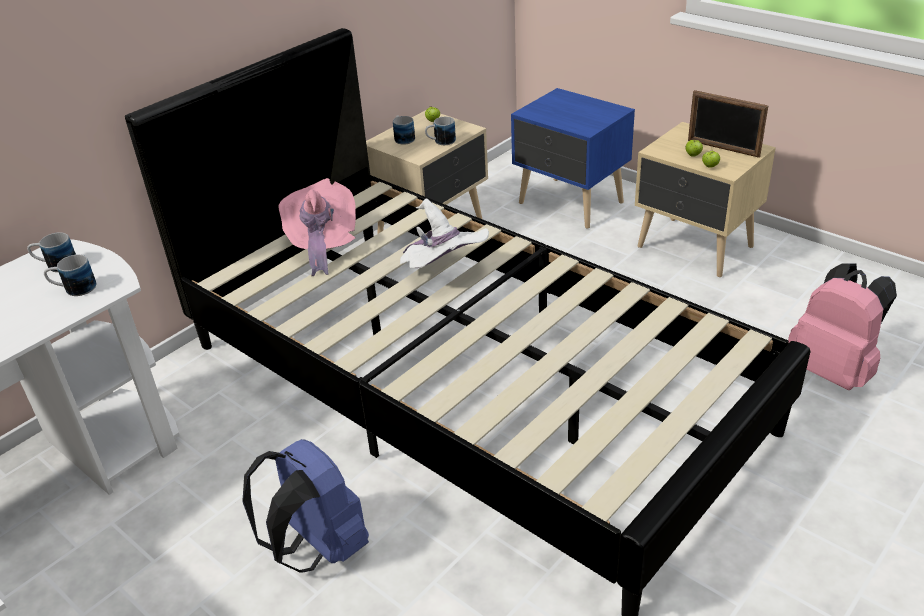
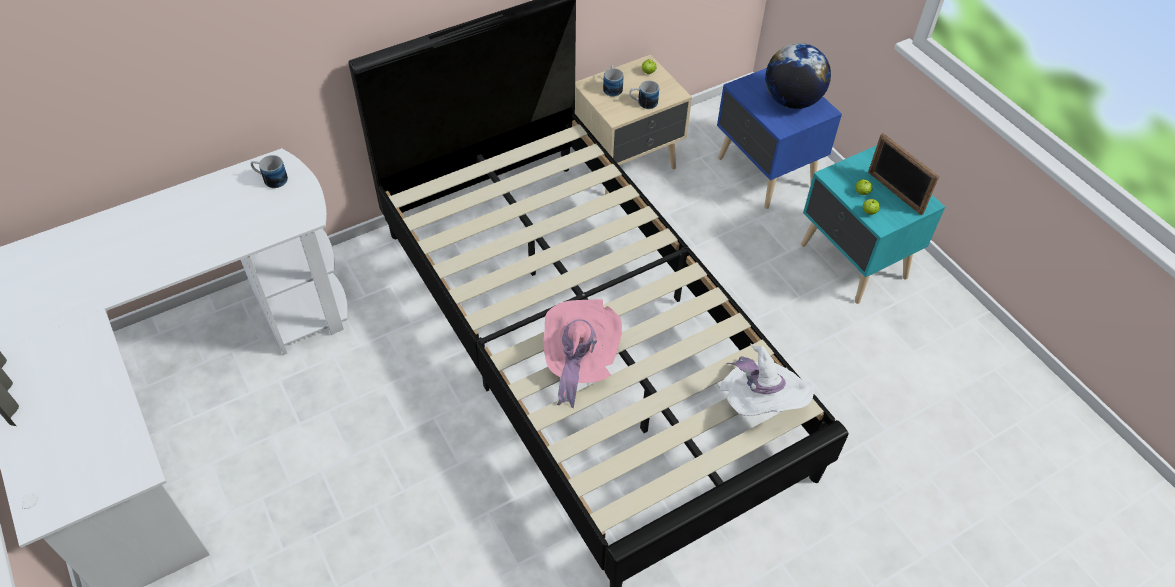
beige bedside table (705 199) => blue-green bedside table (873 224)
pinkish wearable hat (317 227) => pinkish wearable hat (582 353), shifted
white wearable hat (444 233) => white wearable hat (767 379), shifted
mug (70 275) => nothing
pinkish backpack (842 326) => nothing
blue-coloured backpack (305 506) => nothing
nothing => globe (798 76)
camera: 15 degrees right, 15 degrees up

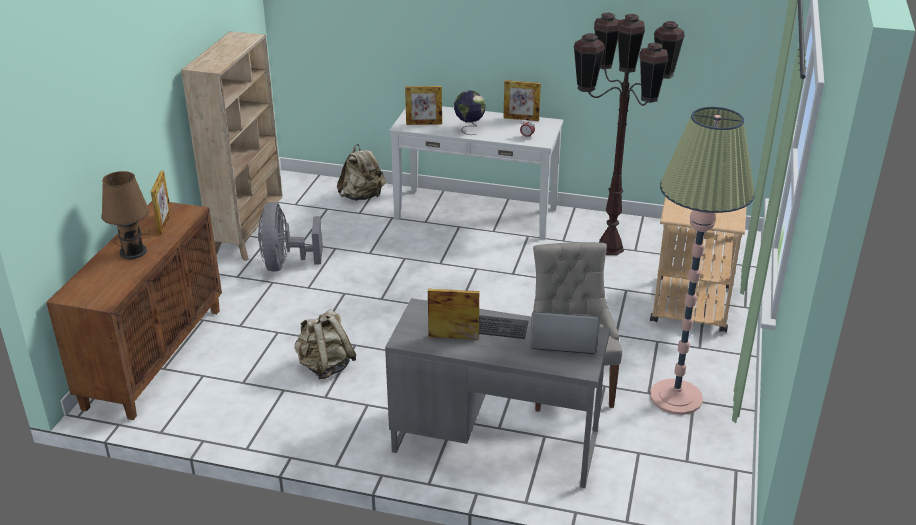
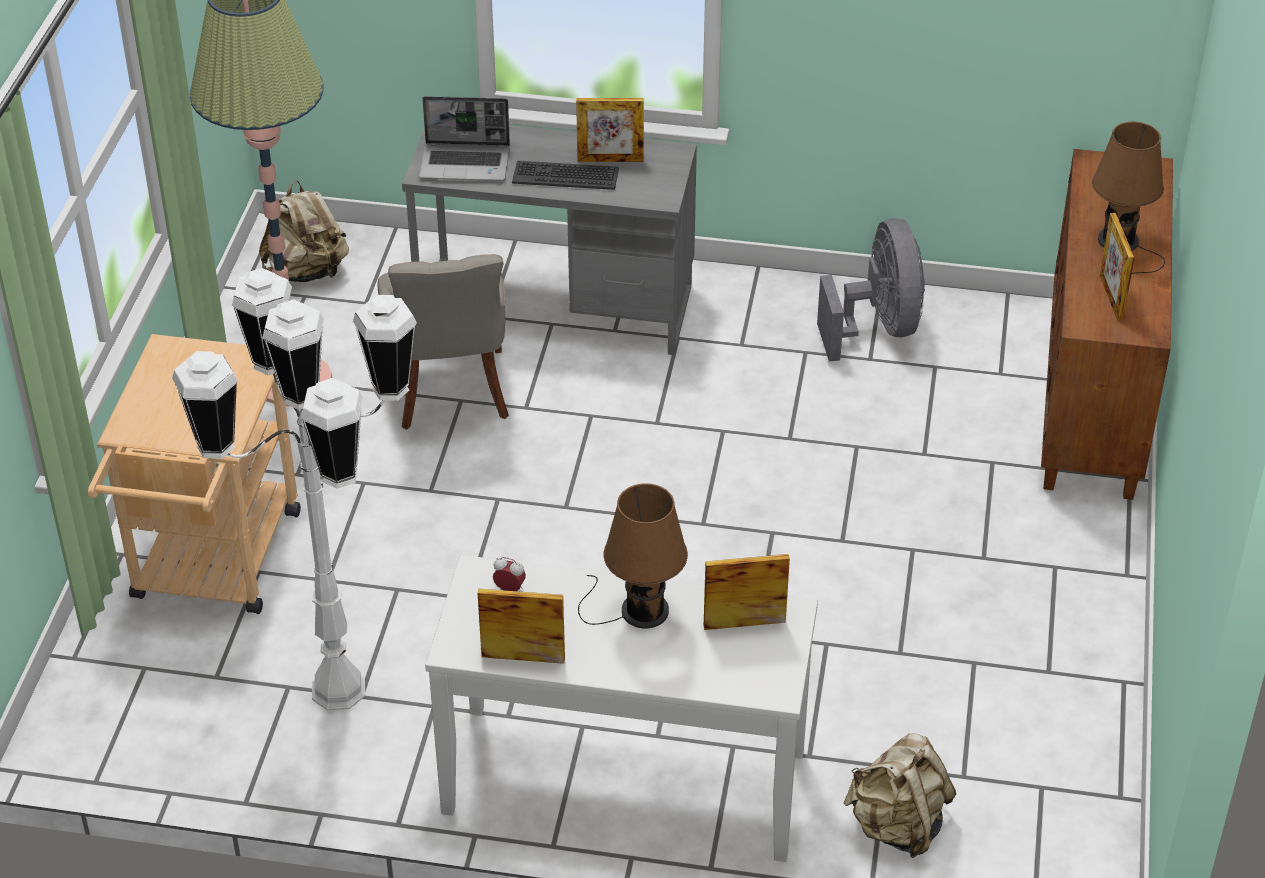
brown-coloured standing lamp (629 133) => white standing lamp (294 489)
beige bookcase (232 146) => nothing
globe (470 113) => brown-coloured tabletop lamp (633 555)
greyish cooling fan (290 237) => greyish cooling fan (871 289), shifted
beige backpack (325 344) => beige backpack (304 231), shifted
camera: 175 degrees right, 10 degrees up

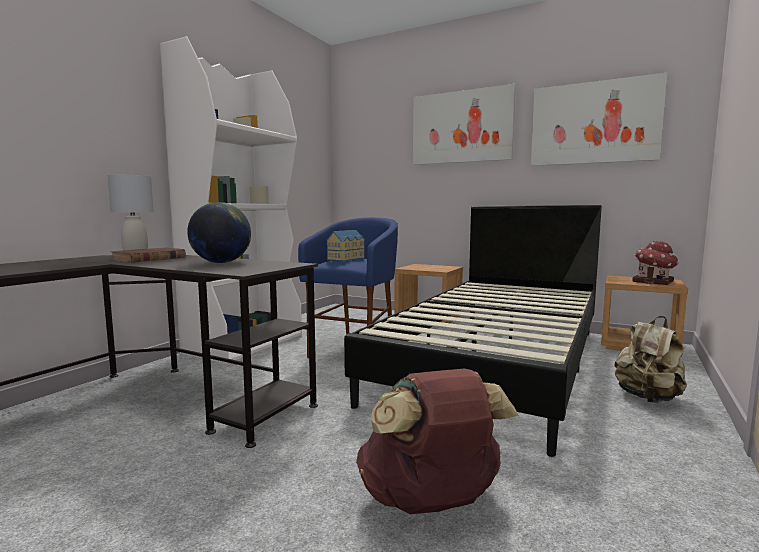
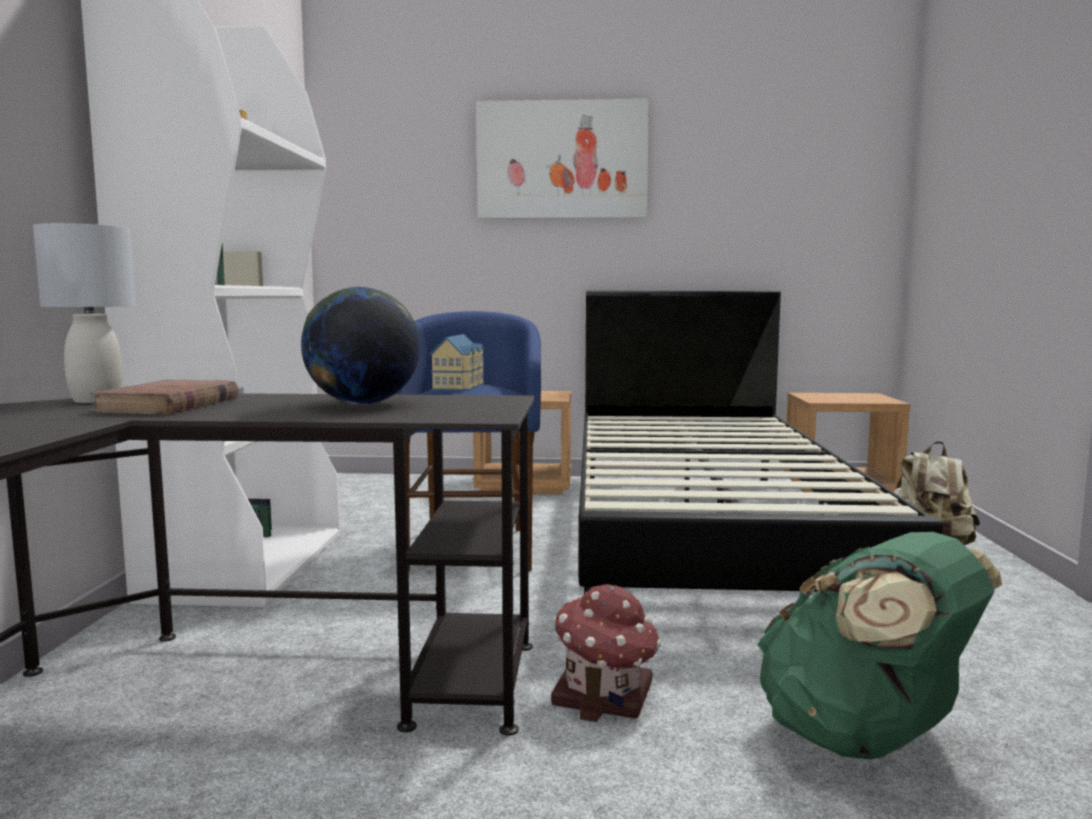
picture (599 119) => nothing
miniature house (655 263) => miniature house (606 653), shifted
brown-coloured backpack (437 441) => green-coloured backpack (880 645)
camera: 25 degrees left, 0 degrees up

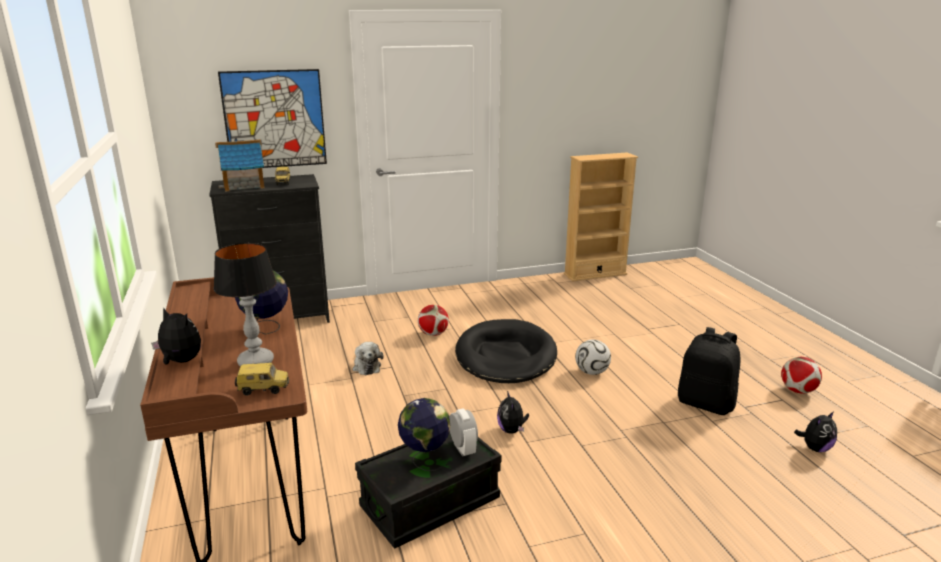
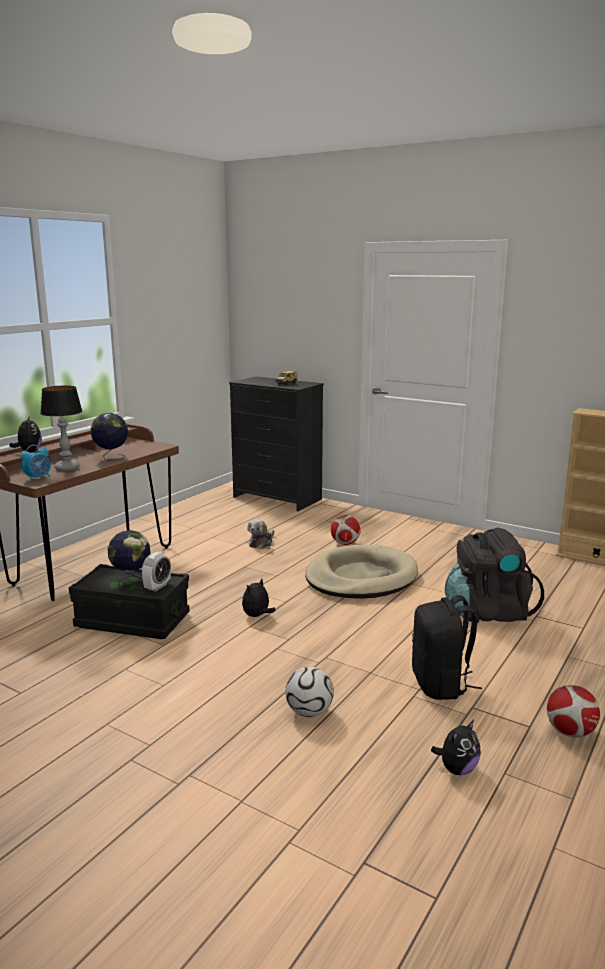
picture (272 118) => nothing
miniature house (240 165) => nothing
black dog bed (506 351) => beige dog bed (361 572)
football ball (593 357) => football ball (309 692), shifted
model car (262 379) => table clock (36 463)
plush toy (815 432) => plush toy (456 747), 60 degrees counterclockwise
nothing => black backpack (494 575)
camera: 50 degrees right, 5 degrees down

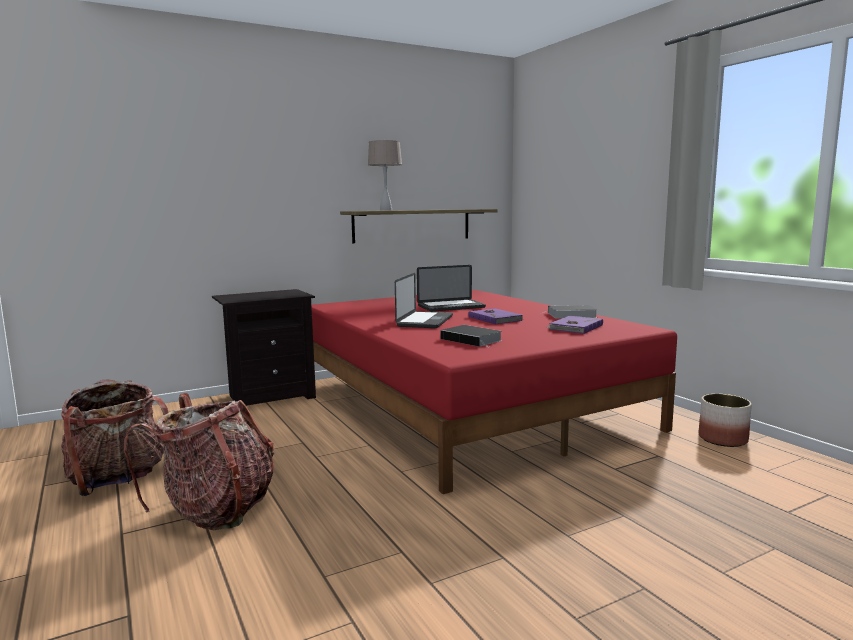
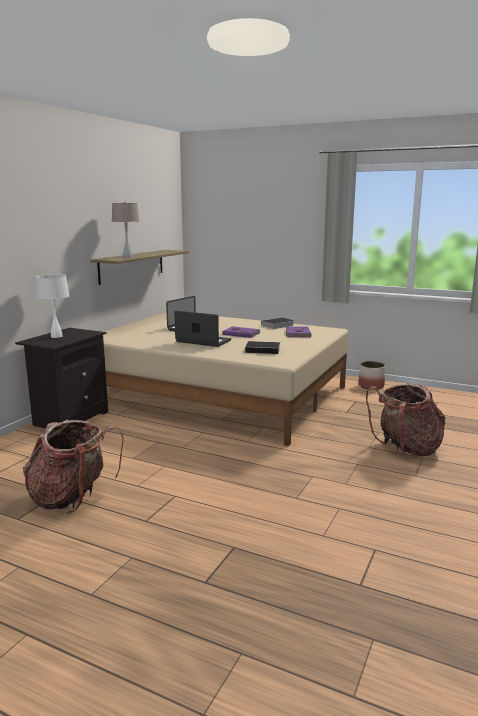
portable computer (424 300) => portable computer (202 329), 45 degrees counterclockwise
red bedroom bed (494 392) => beige bedroom bed (225 379)
backpack (199 461) => backpack (405 419), shifted
nothing => white tabletop lamp (53 306)
camera: 35 degrees left, 5 degrees up

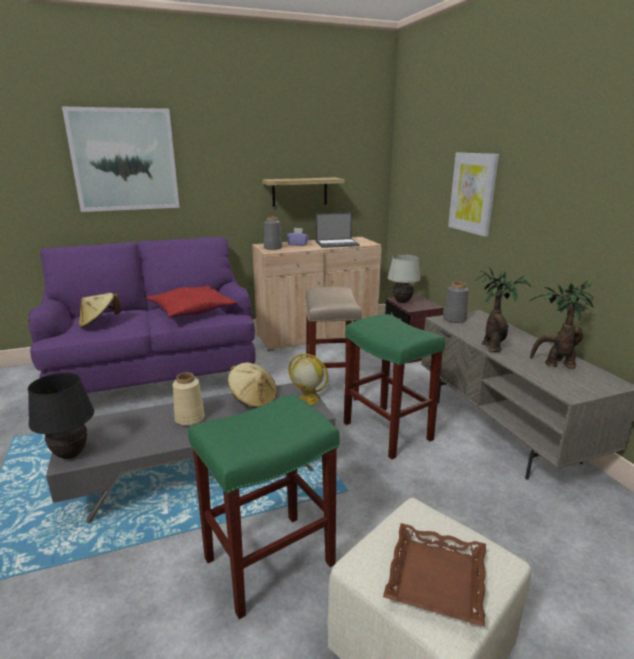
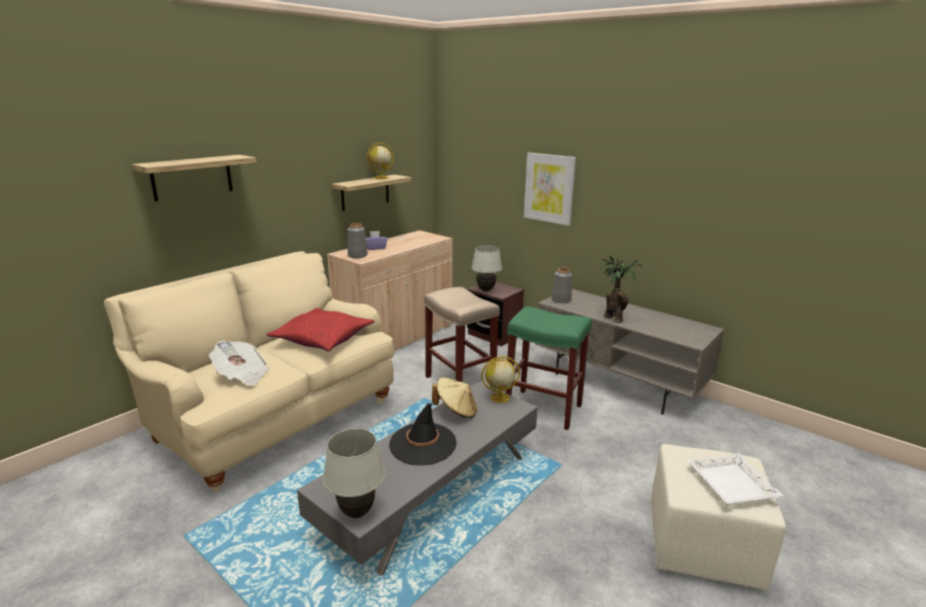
picture (121 159) => shelf (194 178)
portable computer (337 230) => nothing
purple couch (142 315) => beige couch (249 371)
potted plant (561 324) => nothing
beige wearable hat (100 310) => newspaper (239 363)
beige decorative vase (189 399) => black wearable hat (423 434)
black tabletop lamp (61 416) => white tabletop lamp (354 473)
green-coloured stool seat (263 506) => nothing
brown-coloured carrying tray (434 575) => white carrying tray (736 479)
nothing => globe (380 161)
camera: 30 degrees left, 0 degrees up

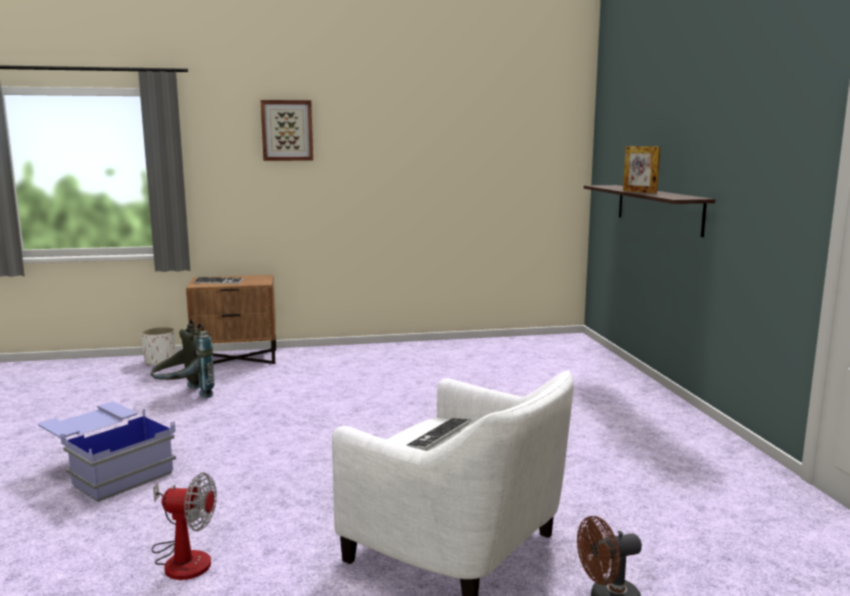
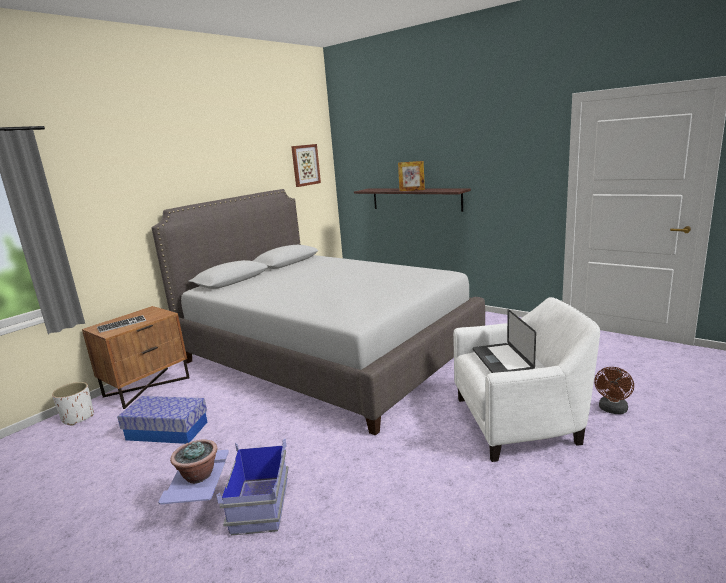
picture (287 130) => picture (306 165), shifted
greyish backpack (182 358) => storage bin (162 420)
PC keyboard (438 434) => portable computer (504 341)
cooling fan (184 526) => nothing
nothing => greyish bedroom bed (318 312)
nothing => potted plant (193 461)
camera: 40 degrees left, 5 degrees up

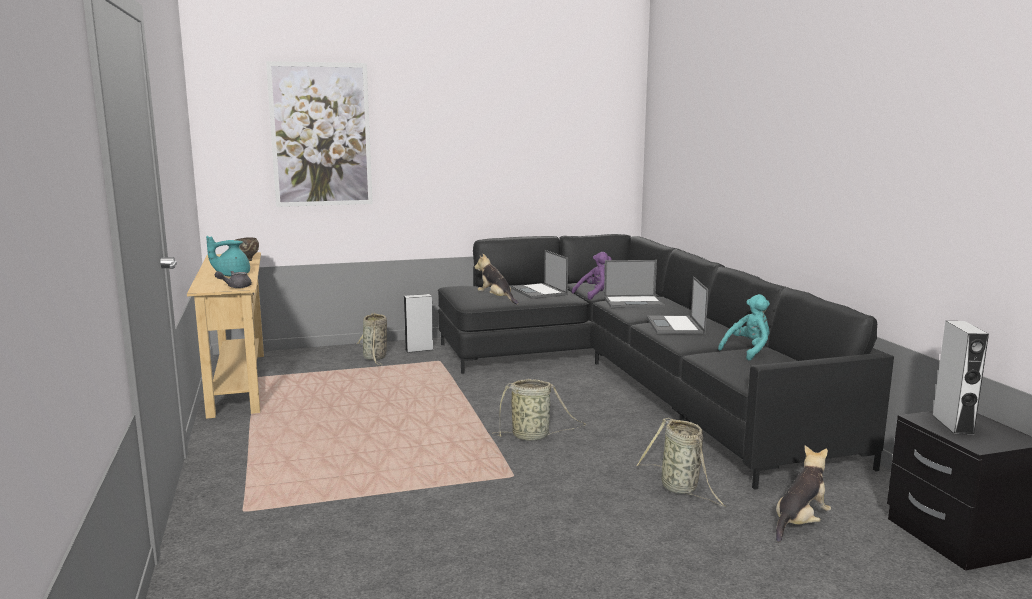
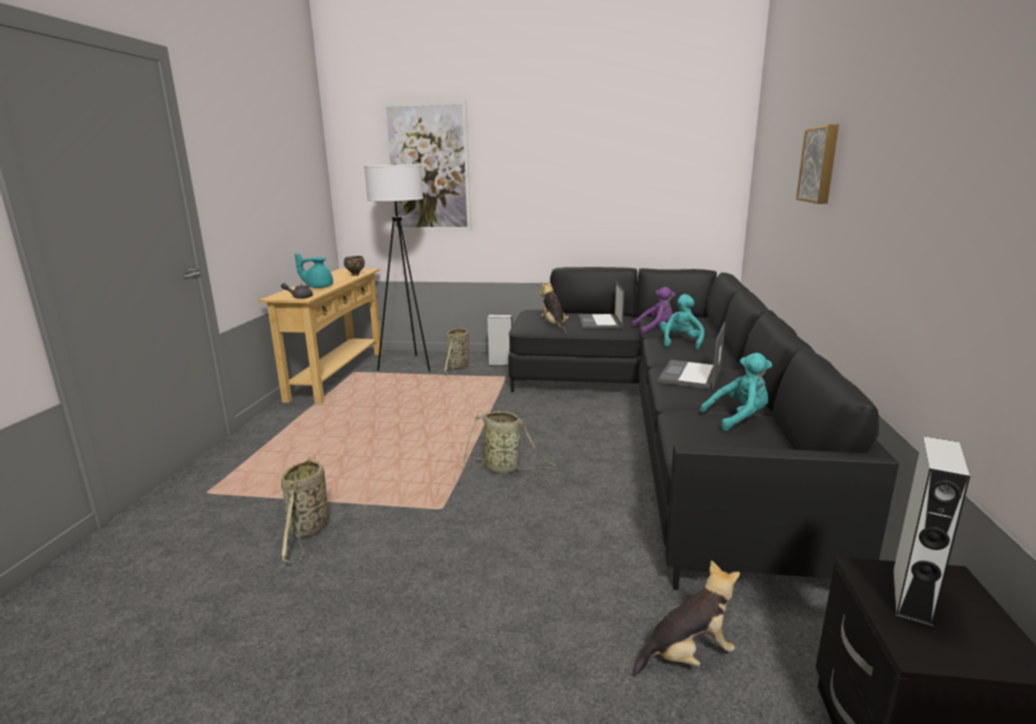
portable computer (634 284) => blue-green plush toy (682 322)
storage basket (681 462) => storage basket (304 509), shifted
nothing => picture (817 164)
nothing => white standing lamp (397 268)
camera: 25 degrees right, 5 degrees up

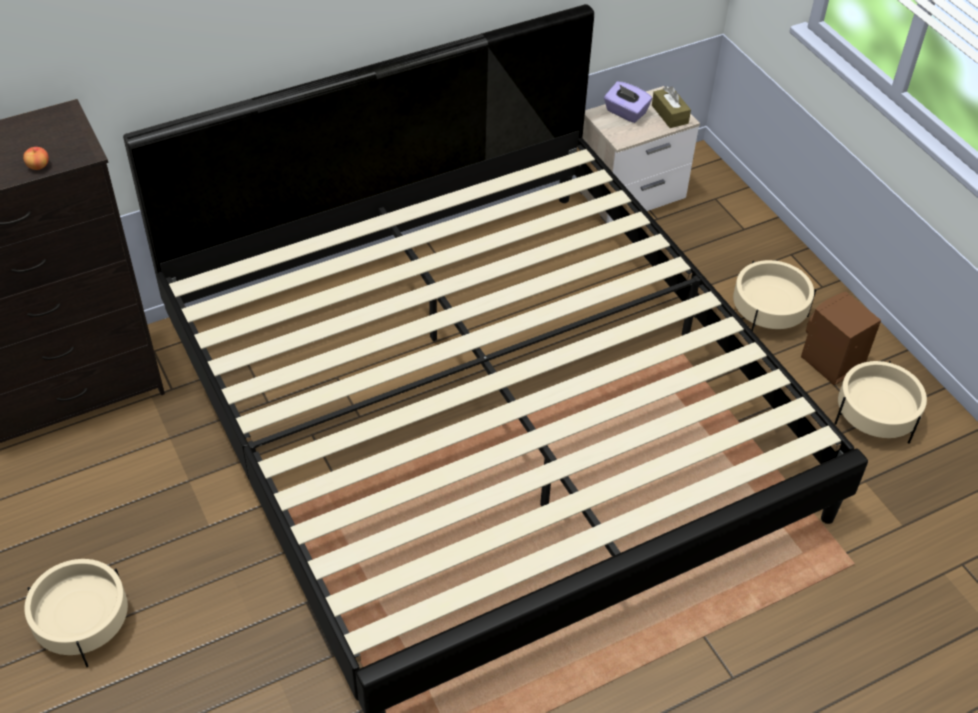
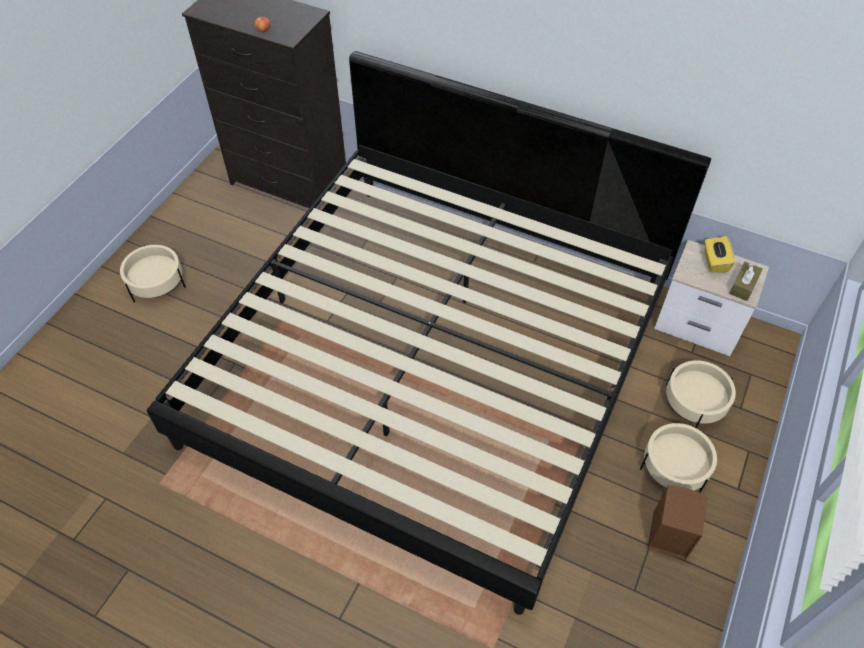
purple tissue holder (628 102) => yellow tissue holder (720 254)
beige plant pot (880 402) => beige plant pot (701 394), shifted
camera: 55 degrees right, 5 degrees up

